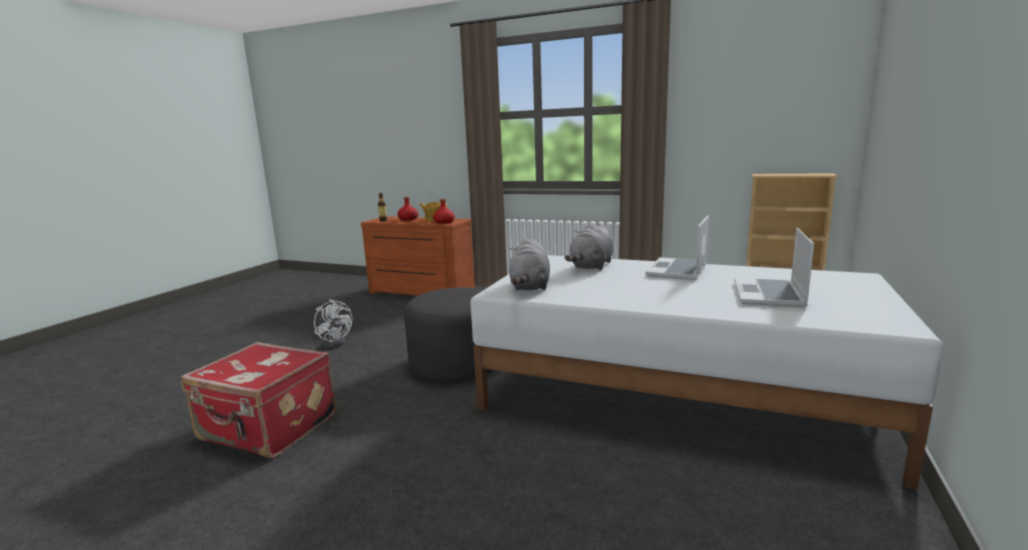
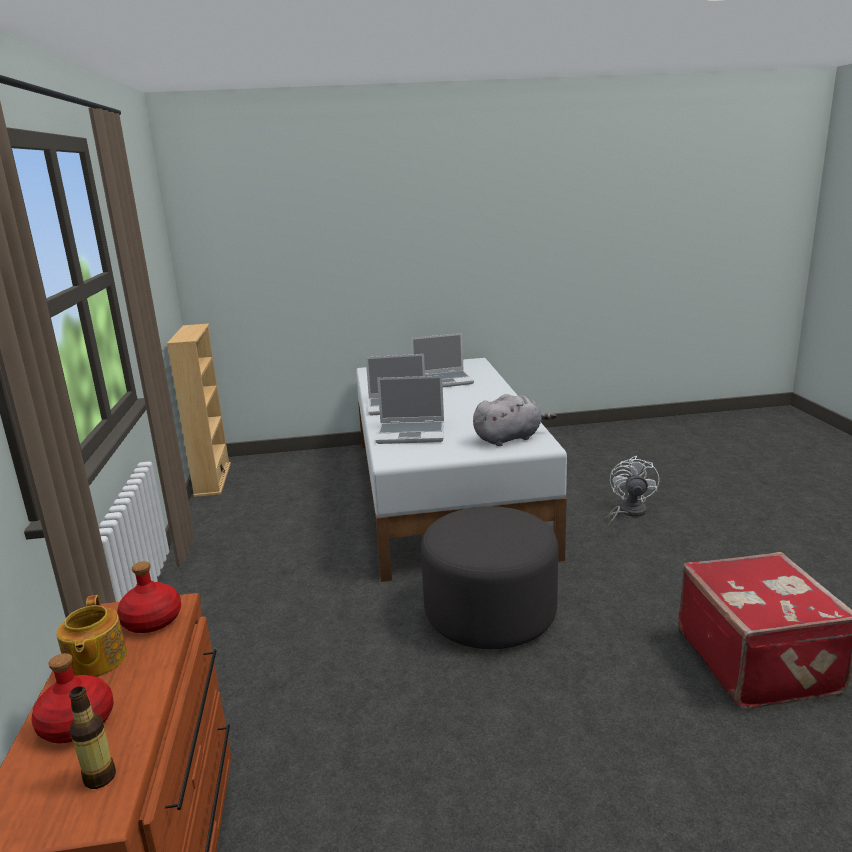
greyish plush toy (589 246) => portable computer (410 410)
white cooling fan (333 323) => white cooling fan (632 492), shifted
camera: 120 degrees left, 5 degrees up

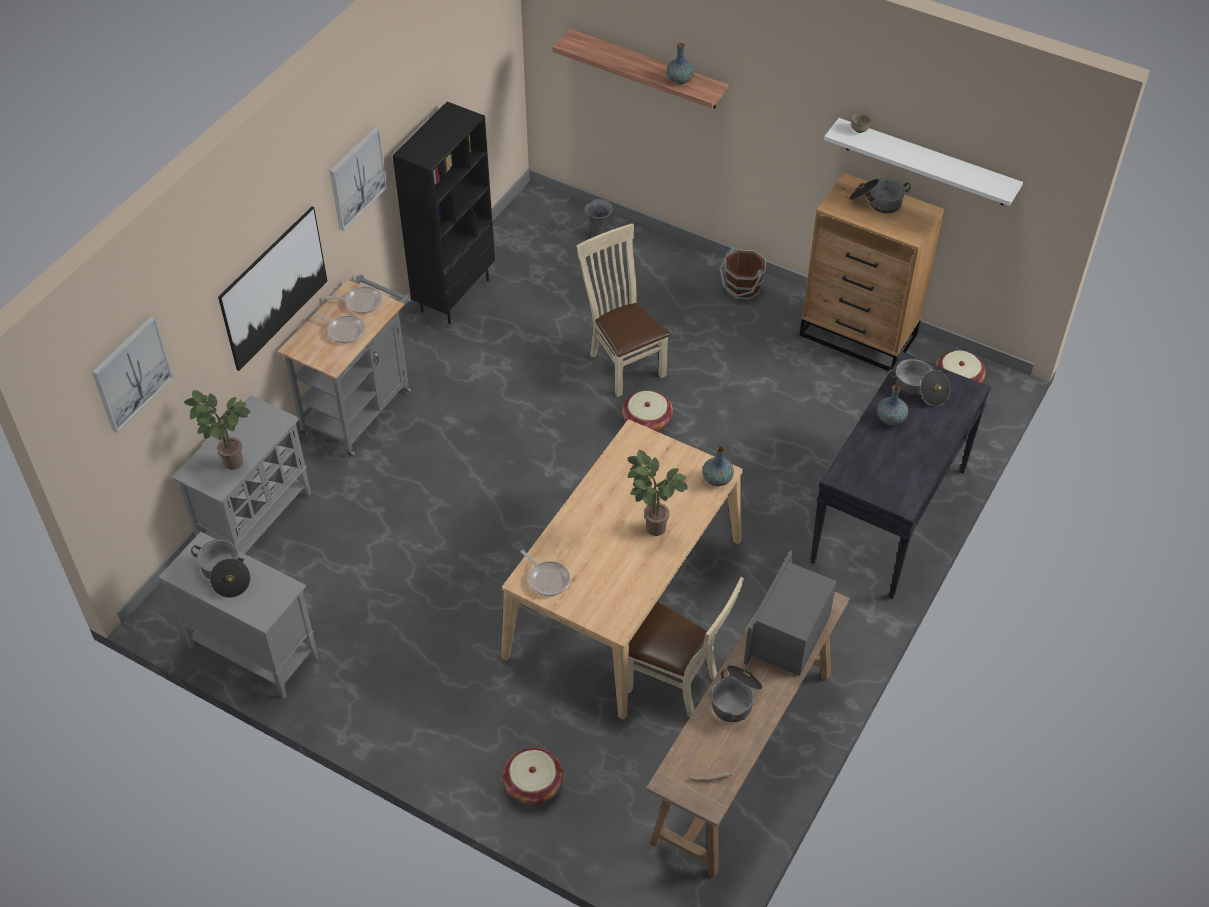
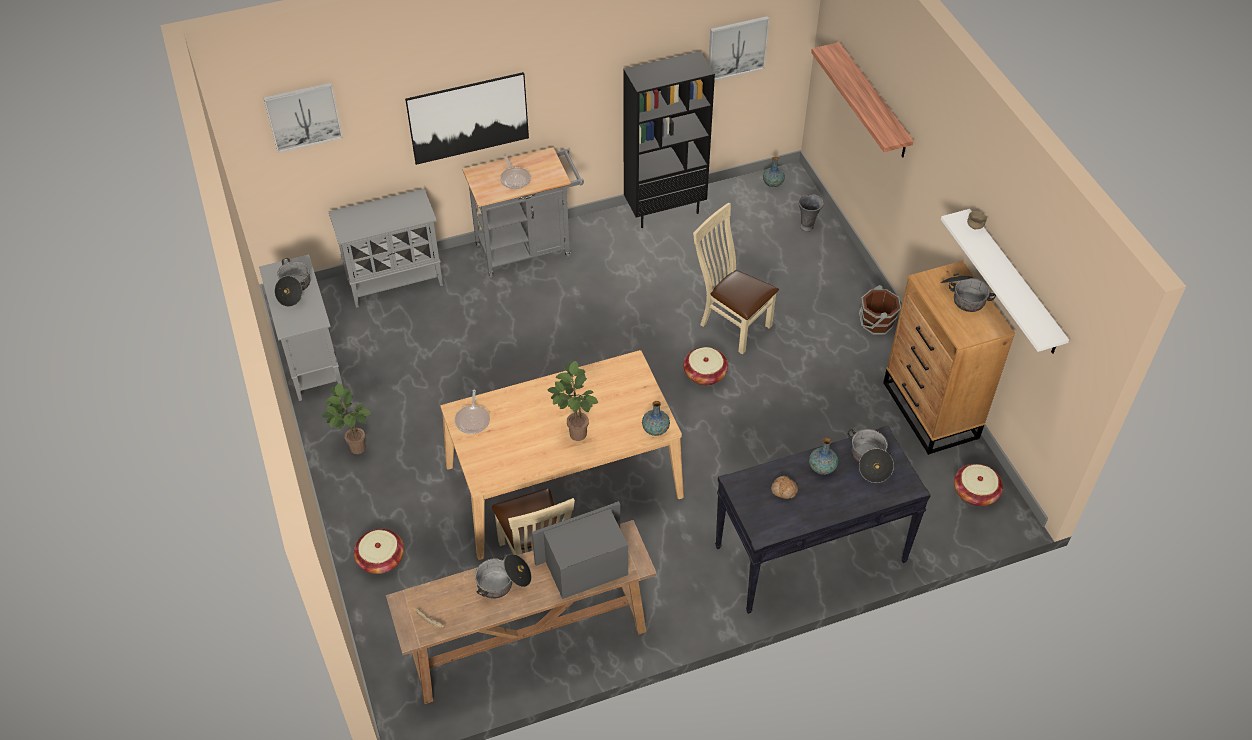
decorative vase (680 63) => decorative vase (774 172), shifted
picture (359 179) => picture (738 48), shifted
beige plain chair (623 310) => beige plain chair (736 278), 60 degrees counterclockwise
skillet (353 300) => nothing
potted plant (217 430) => potted plant (346 418), shifted
nothing => bread (784 487)
camera: 40 degrees right, 0 degrees up

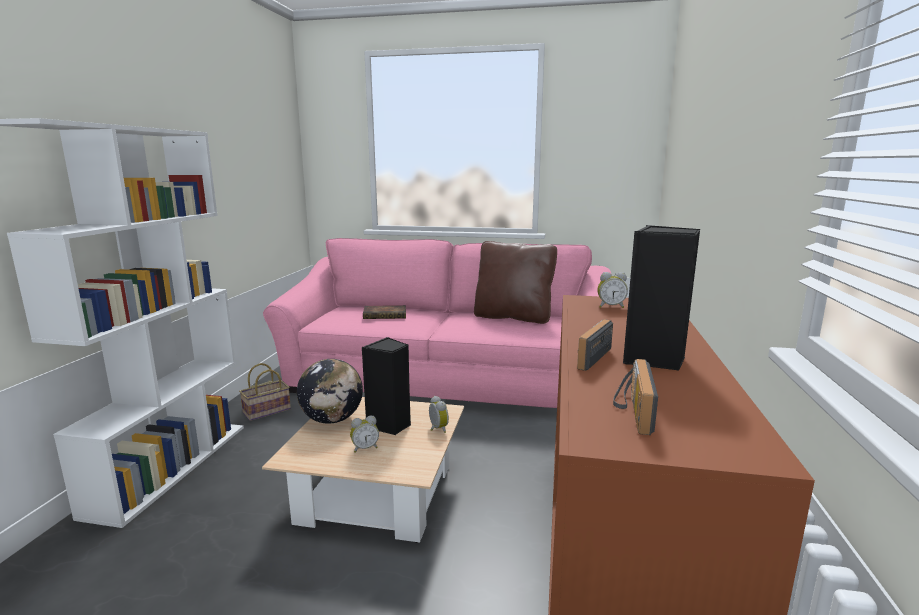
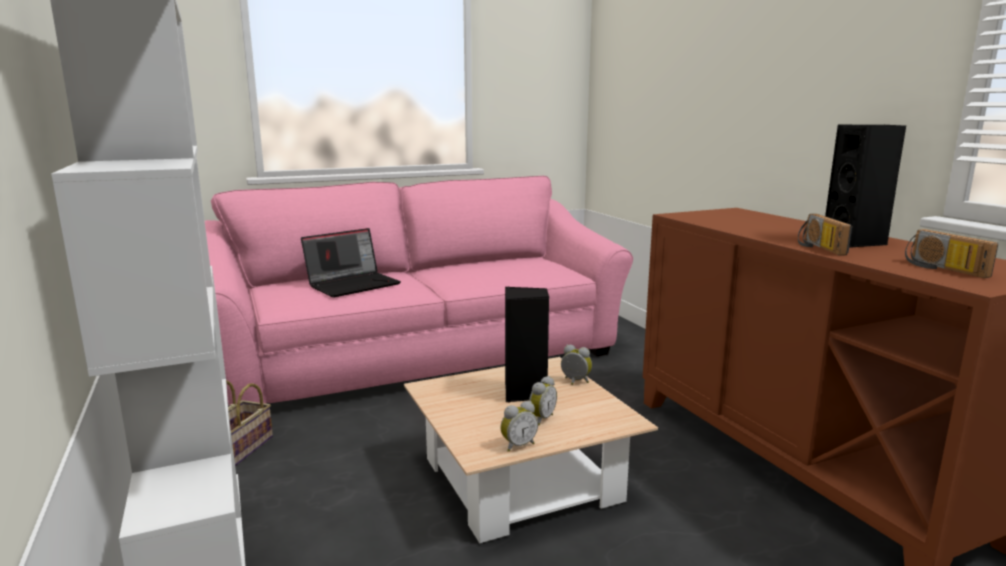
brown-coloured cushion (515 282) => nothing
table clock (612 290) => table clock (519 426), shifted
book (384 312) => portable computer (351 262)
globe (330 391) => nothing
camera: 35 degrees left, 0 degrees up

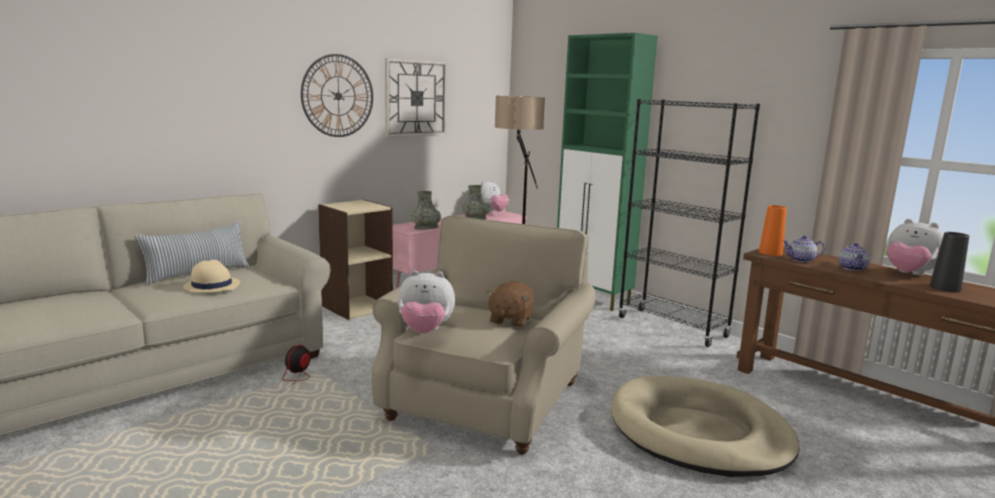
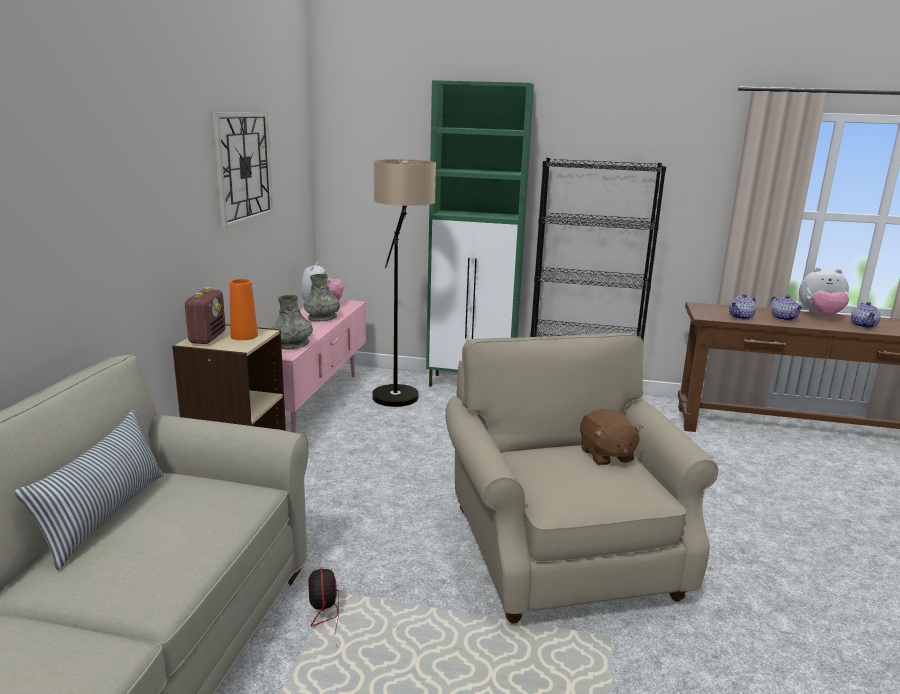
hanging clock (337 95) => nothing
orangey decorative vase (773 230) => orangey decorative vase (244 309), shifted
black decorative vase (949 262) => teapot (866 315)
beige wearable hat (211 276) => nothing
plush toy (426 302) => nothing
beige dog bed (705 426) => nothing
nothing => radio (205 315)
camera: 35 degrees left, 5 degrees up

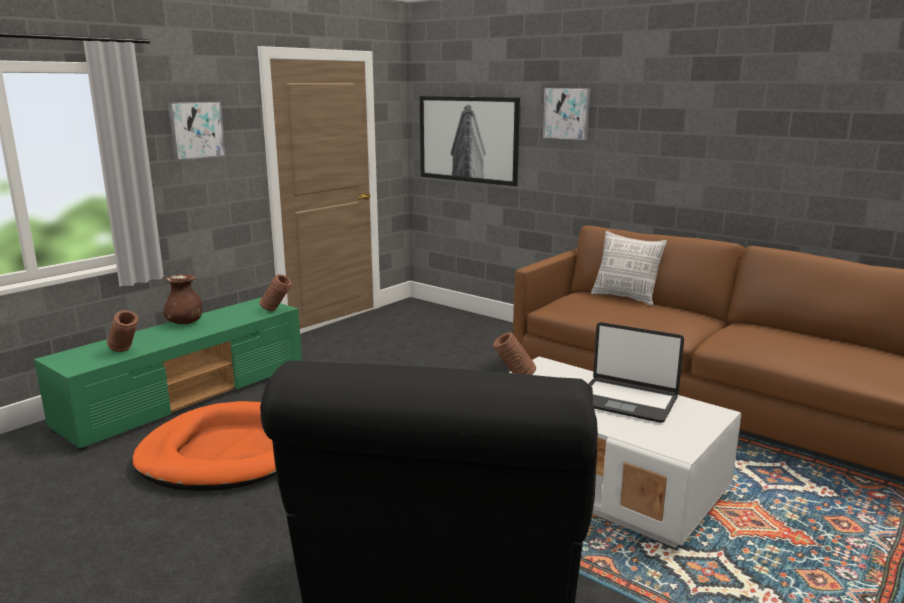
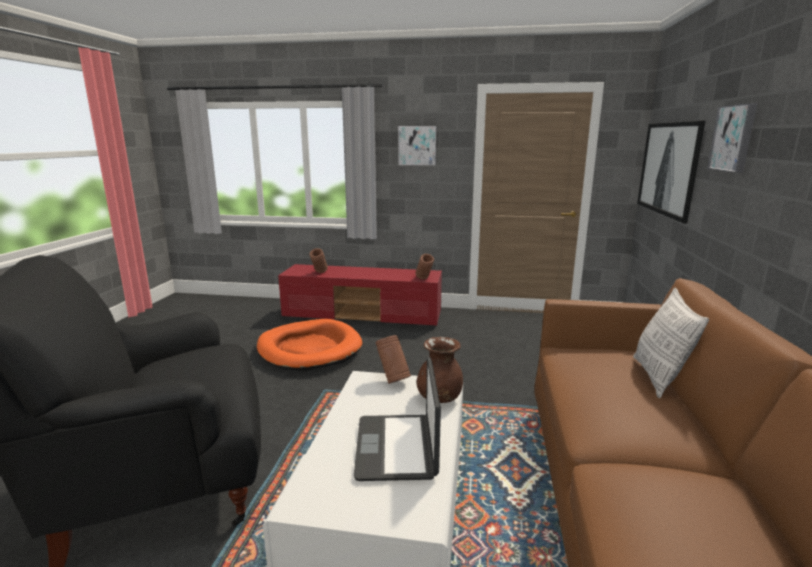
brown-coloured decorative vase (182 299) => brown-coloured decorative vase (440 370), shifted
green-coloured tv unit (168 373) => red tv unit (360 295)
camera: 60 degrees right, 0 degrees up

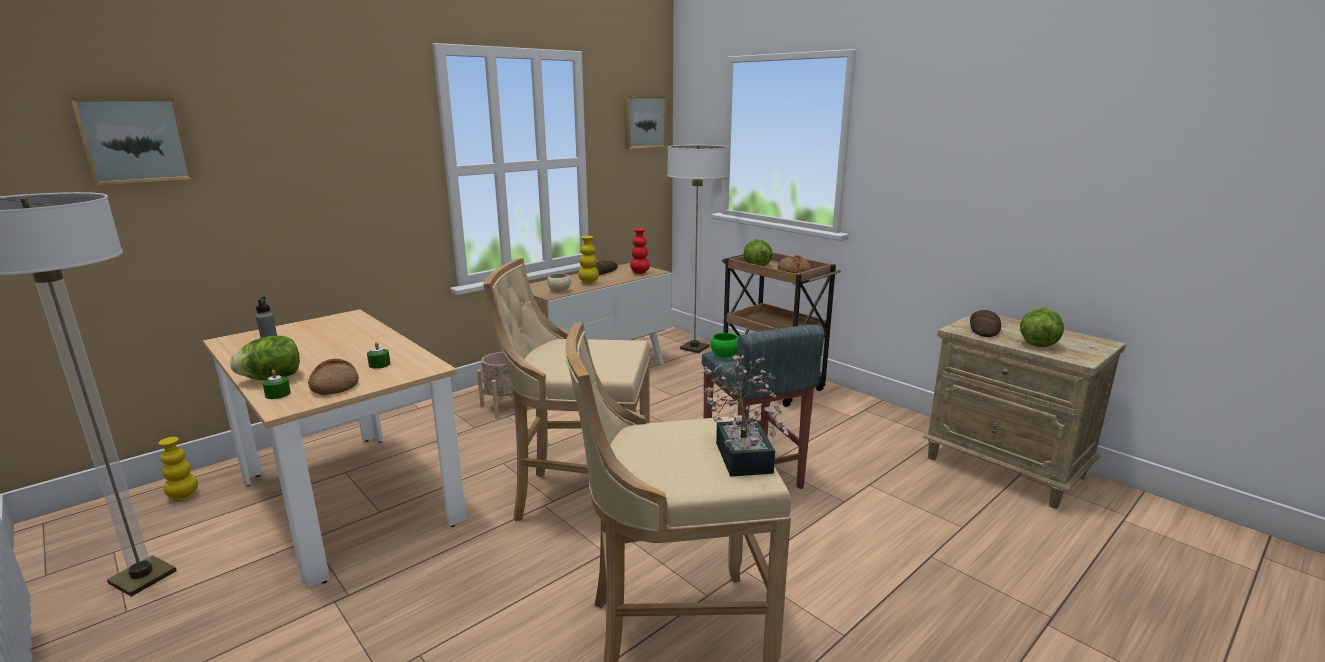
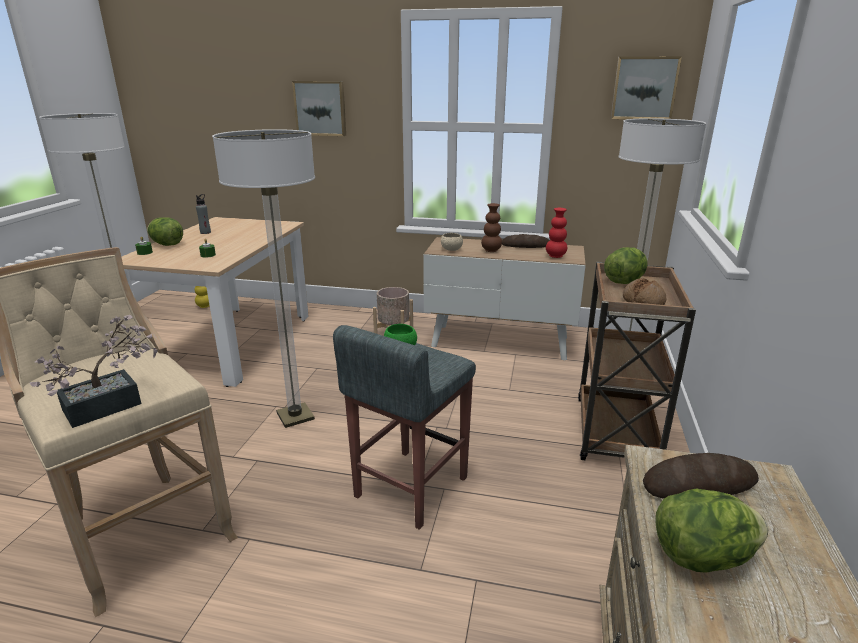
picture (131 141) => picture (319 108), shifted
yellow decorative vase (588 260) => brown-coloured decorative vase (491 227)
beige stool seat (566 390) => standing lamp (263 278)
bread (333 377) => nothing
camera: 55 degrees right, 5 degrees up

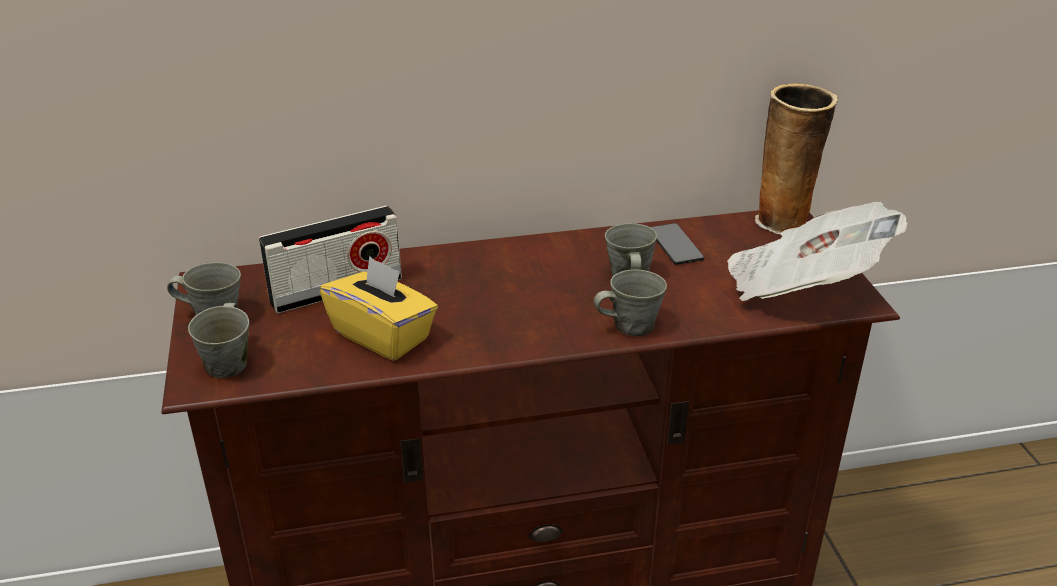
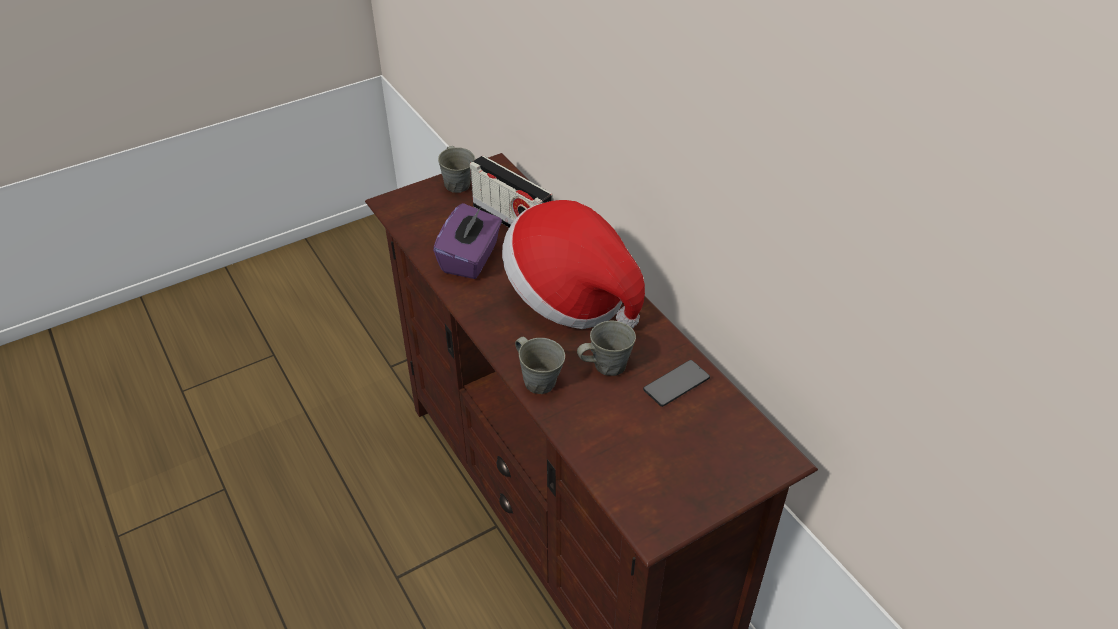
decorative vase (796 158) => nothing
newspaper (817 251) => nothing
yellow tissue holder (379 308) => purple tissue holder (467 241)
greyish mug (218 340) => nothing
nothing => wearable hat (573 264)
camera: 70 degrees right, 10 degrees up

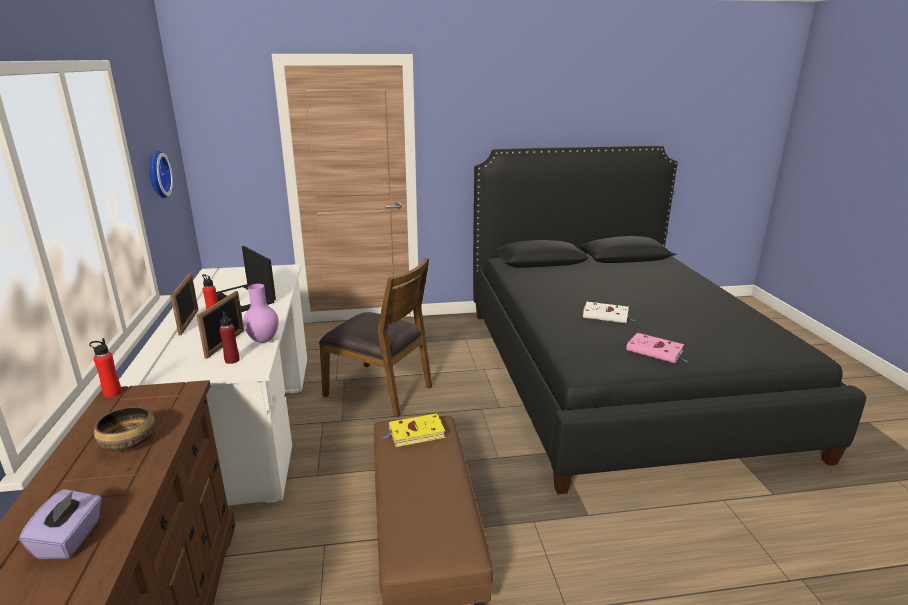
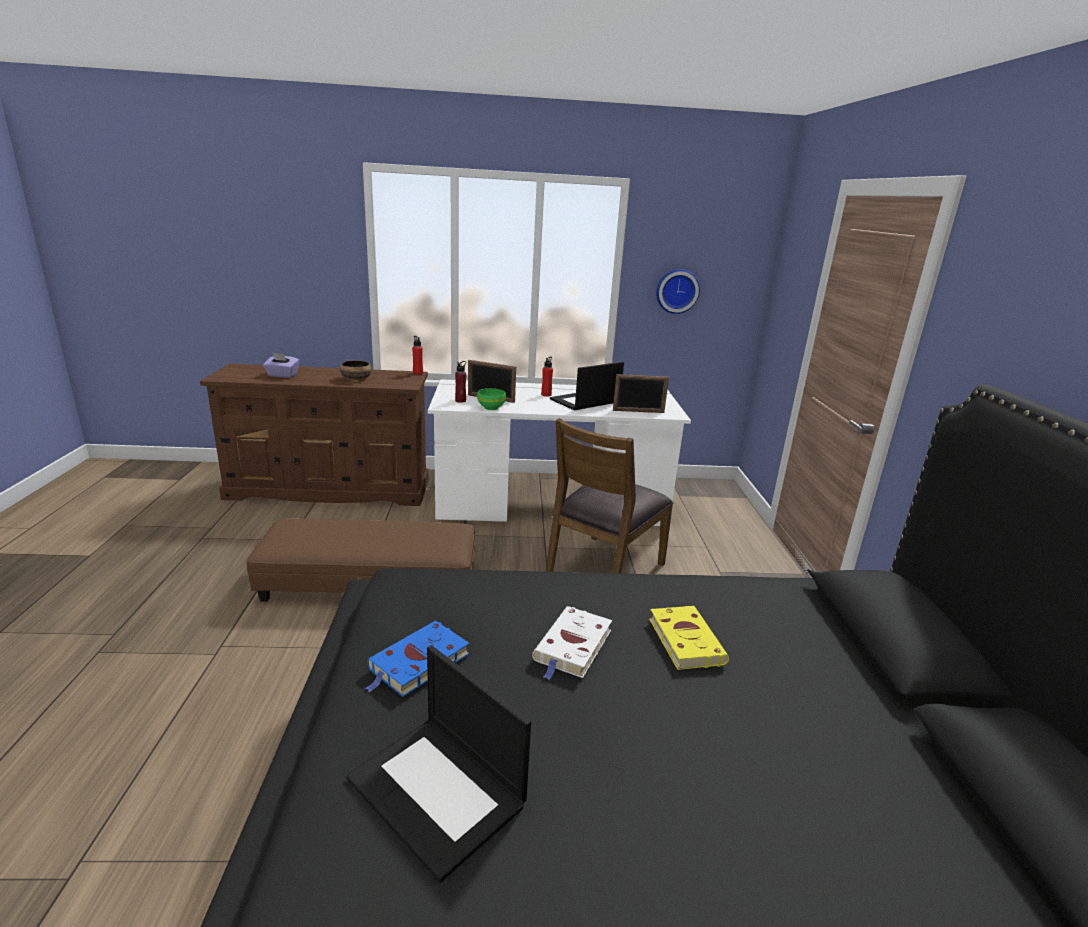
standing frame (184 304) => standing frame (641 393), shifted
purple decorative vase (261 313) => green-coloured serving bowl (491 399)
pinkish book (656 348) => blue-coloured book (417 658)
yellow book (413 430) => yellow book (689 638), shifted
nothing => portable computer (438 764)
camera: 95 degrees right, 0 degrees up

